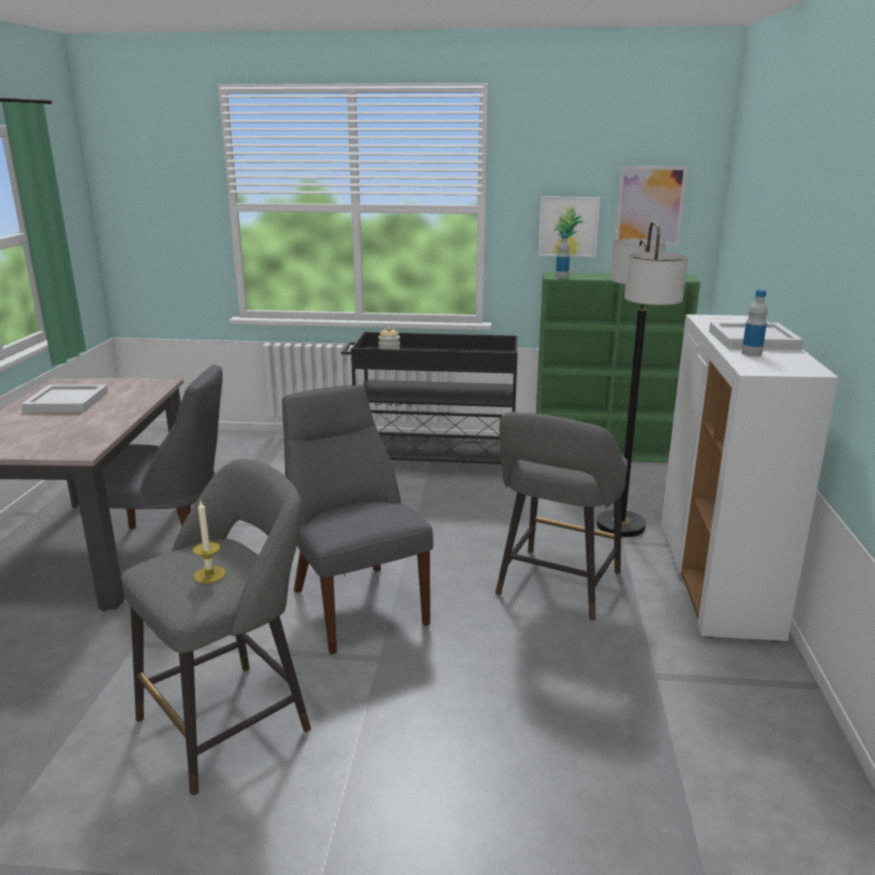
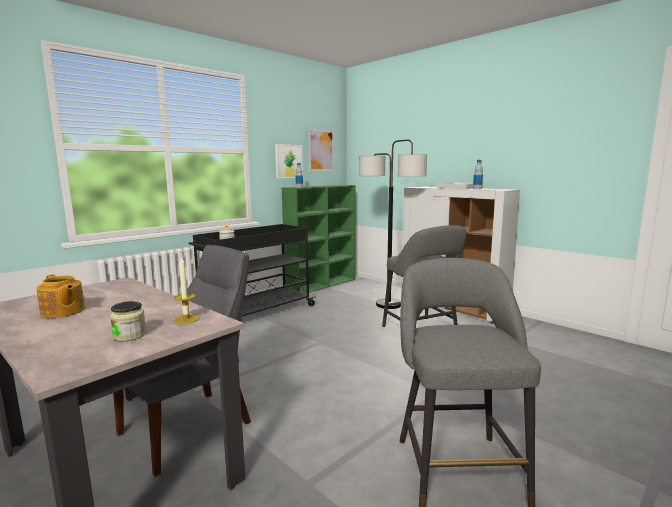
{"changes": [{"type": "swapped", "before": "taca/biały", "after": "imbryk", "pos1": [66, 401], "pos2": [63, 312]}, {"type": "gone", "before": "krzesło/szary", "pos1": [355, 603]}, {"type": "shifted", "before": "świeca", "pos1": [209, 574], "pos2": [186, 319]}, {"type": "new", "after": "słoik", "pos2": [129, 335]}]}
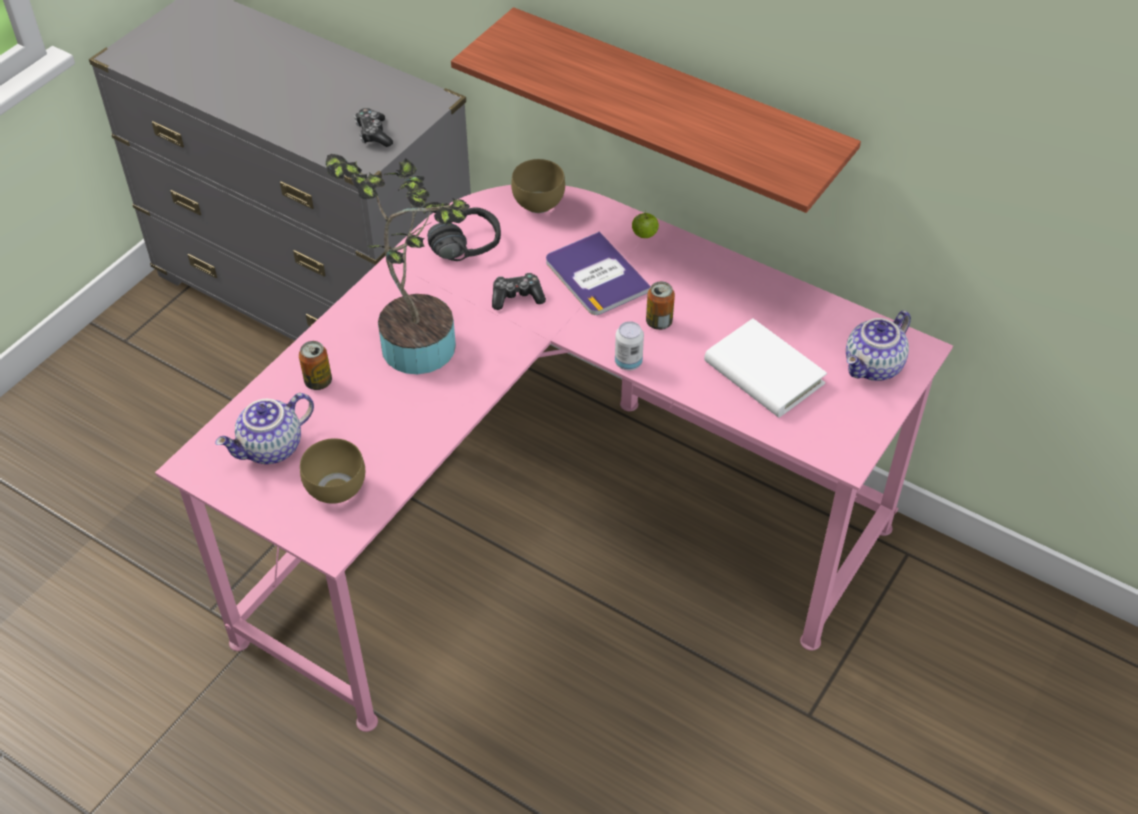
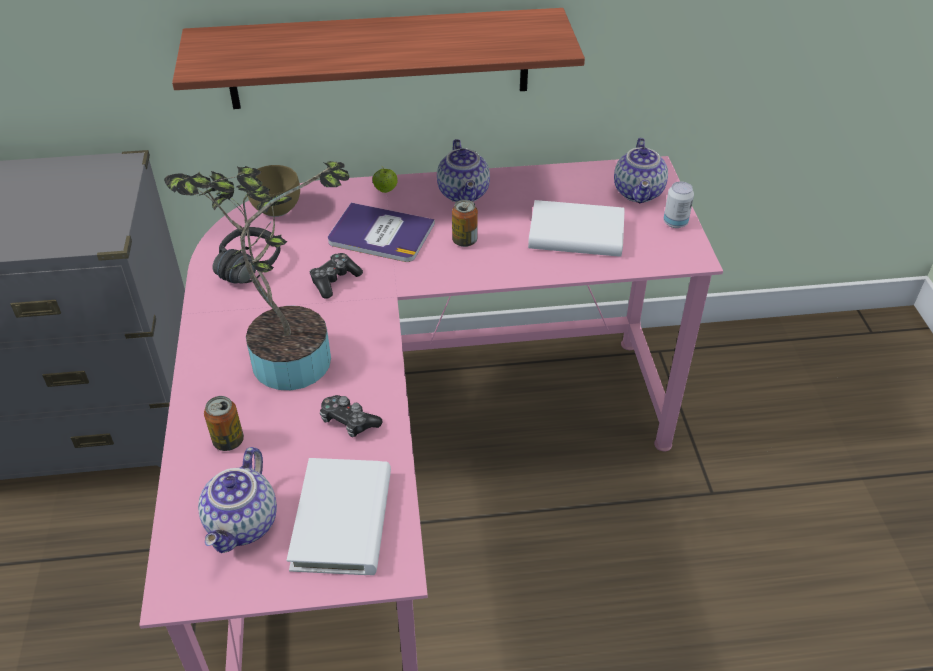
{"changes": [{"type": "shifted", "before": "pad do gier", "pos1": [373, 134], "pos2": [348, 421]}, {"type": "shifted", "before": "puszka", "pos1": [628, 362], "pos2": [675, 222]}, {"type": "swapped", "before": "miska/brązowy", "after": "książka/biały", "pos1": [333, 489], "pos2": [342, 520]}, {"type": "new", "after": "imbryk", "pos2": [464, 194]}]}
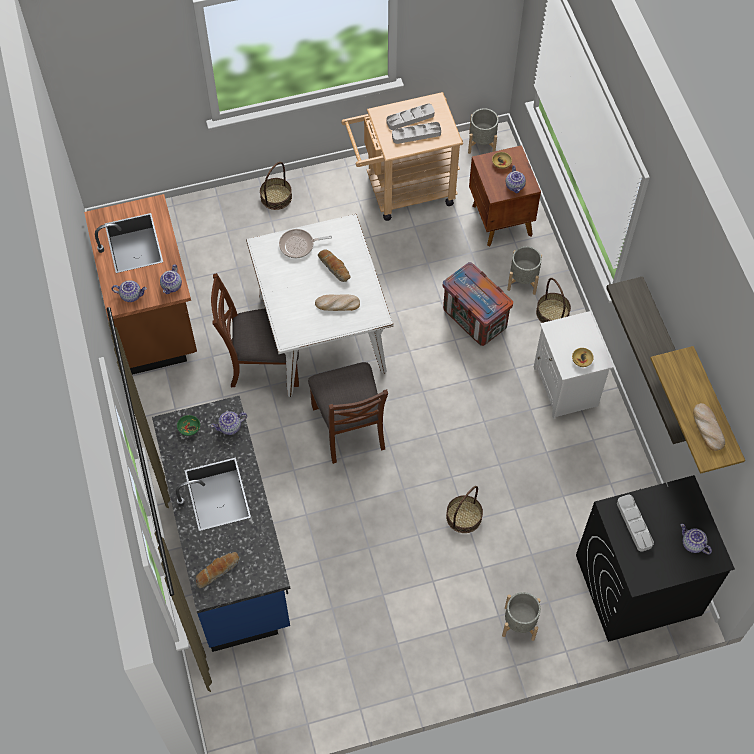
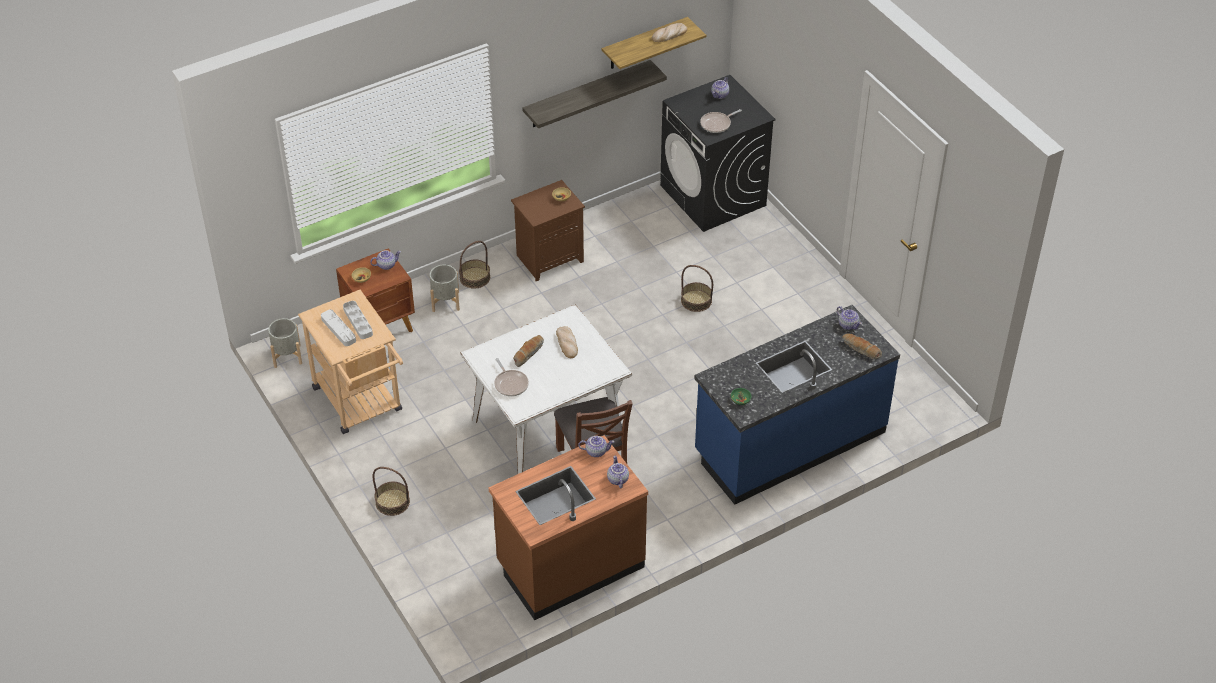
{"changes": [{"type": "gone", "before": "skrzynka", "pos1": [475, 319]}, {"type": "repainted", "before": "szafka nocna/biały", "after": "szafka nocna/brązowy", "pos1": [567, 388], "pos2": [550, 258]}, {"type": "gone", "before": "krzesło/brązowy", "pos1": [349, 427]}, {"type": "shifted", "before": "imbryk", "pos1": [230, 427], "pos2": [848, 324]}, {"type": "swapped", "before": "taca/szary", "after": "patelnia", "pos1": [634, 524], "pos2": [717, 124]}, {"type": "gone", "before": "donica/szary", "pos1": [519, 623]}]}
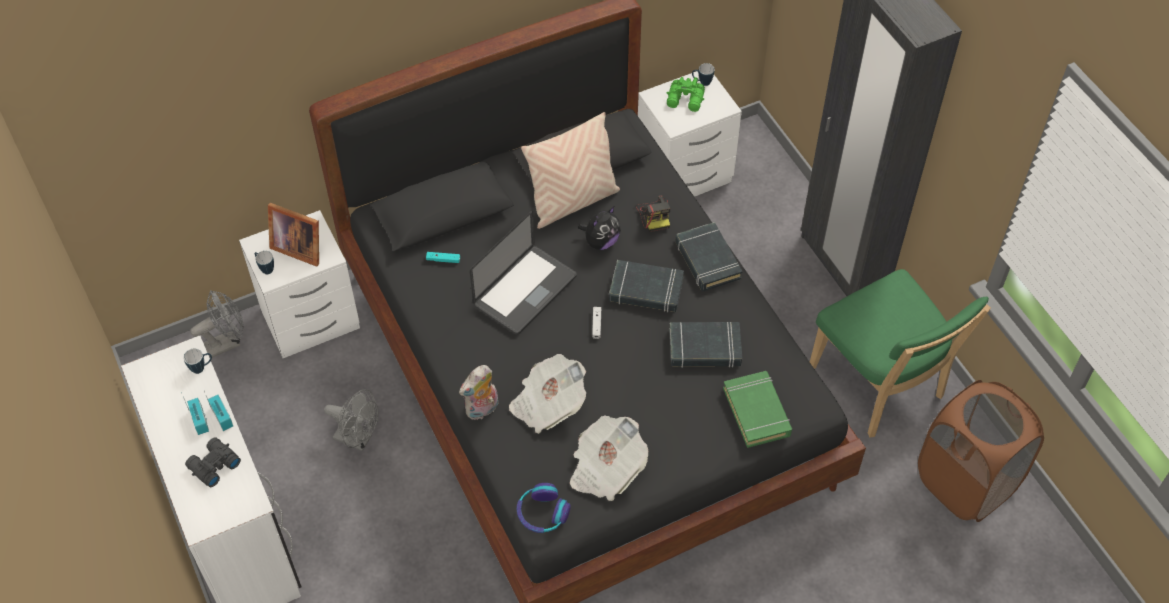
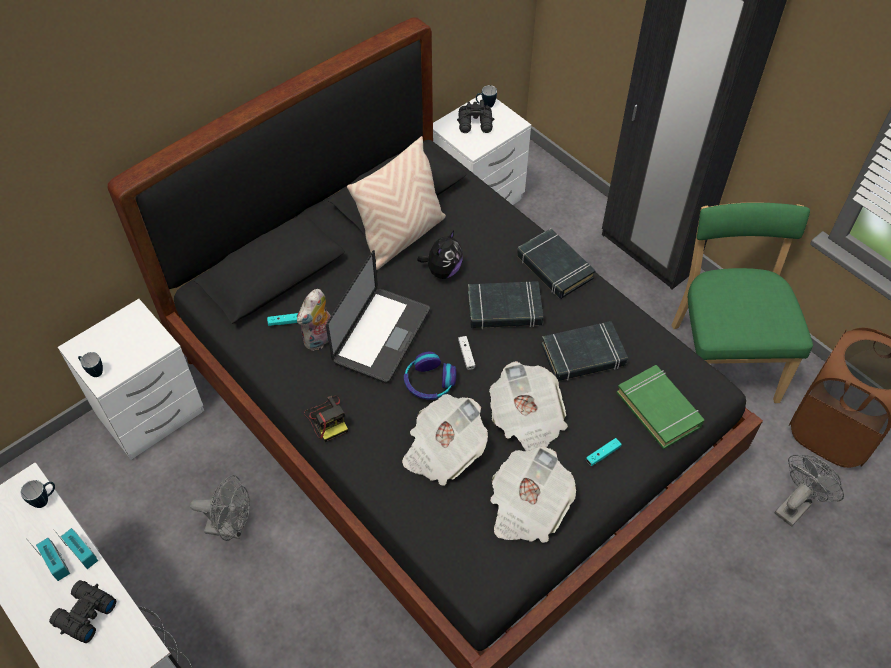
{"changes": [{"type": "repainted", "before": "lornetka/zielony", "after": "lornetka/czarny", "pos1": [686, 100], "pos2": [476, 124]}, {"type": "shifted", "before": "aparat fotograficzny", "pos1": [654, 215], "pos2": [327, 419]}, {"type": "gone", "before": "ramka na zdjęcie", "pos1": [298, 247]}, {"type": "rotated", "before": "krzesło/zielony", "pos1": [880, 387], "pos2": [722, 357], "turn": -135}, {"type": "shifted", "before": "wentylator/szary", "pos1": [227, 342], "pos2": [795, 504]}, {"type": "shifted", "before": "pluszak", "pos1": [482, 410], "pos2": [320, 339]}, {"type": "shifted", "before": "słuchawki", "pos1": [542, 513], "pos2": [429, 382]}, {"type": "new", "after": "gazeta", "pos2": [527, 420]}, {"type": "new", "after": "pad do gier/turkusowy", "pos2": [602, 454]}]}
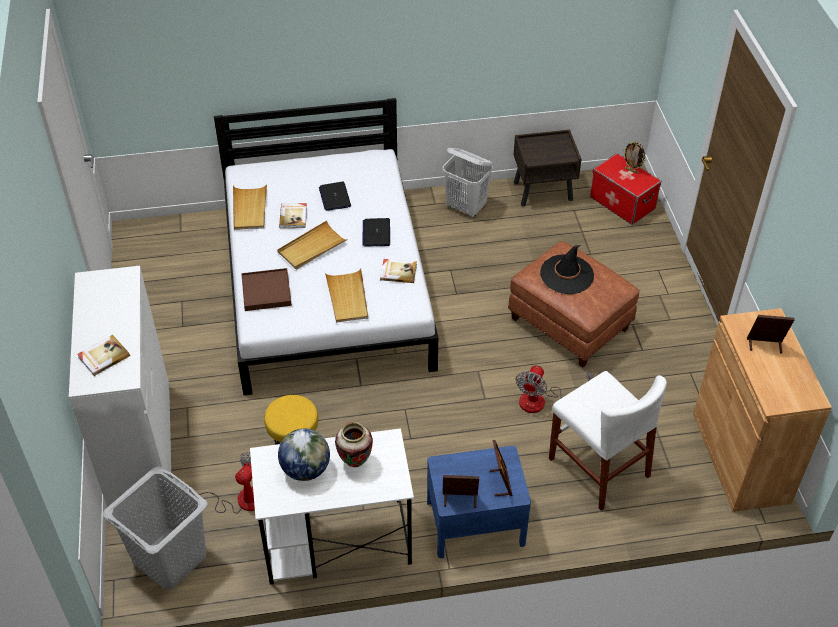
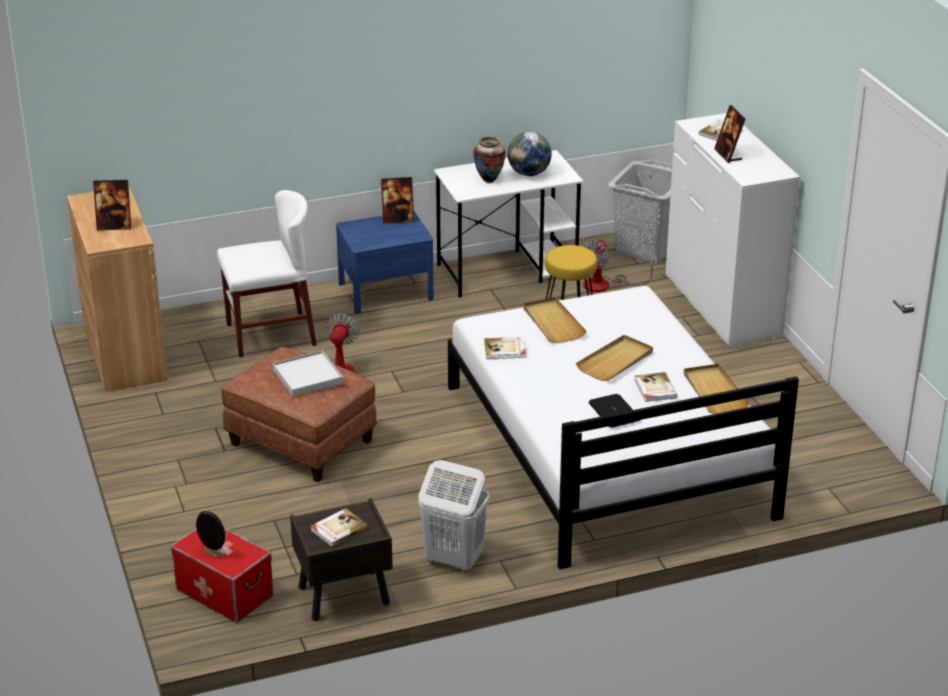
{"changes": [{"type": "gone", "before": "laptop", "pos1": [376, 233]}, {"type": "swapped", "before": "kapelusz/czarny", "after": "taca/biały", "pos1": [567, 274], "pos2": [308, 376]}, {"type": "gone", "before": "taca/brązowy", "pos1": [266, 292]}, {"type": "rotated", "before": "krzesło/biały", "pos1": [598, 467], "pos2": [270, 334], "turn": 120}, {"type": "shifted", "before": "ramka na zdjęcie", "pos1": [500, 482], "pos2": [728, 155]}, {"type": "new", "after": "książka", "pos2": [338, 529]}]}
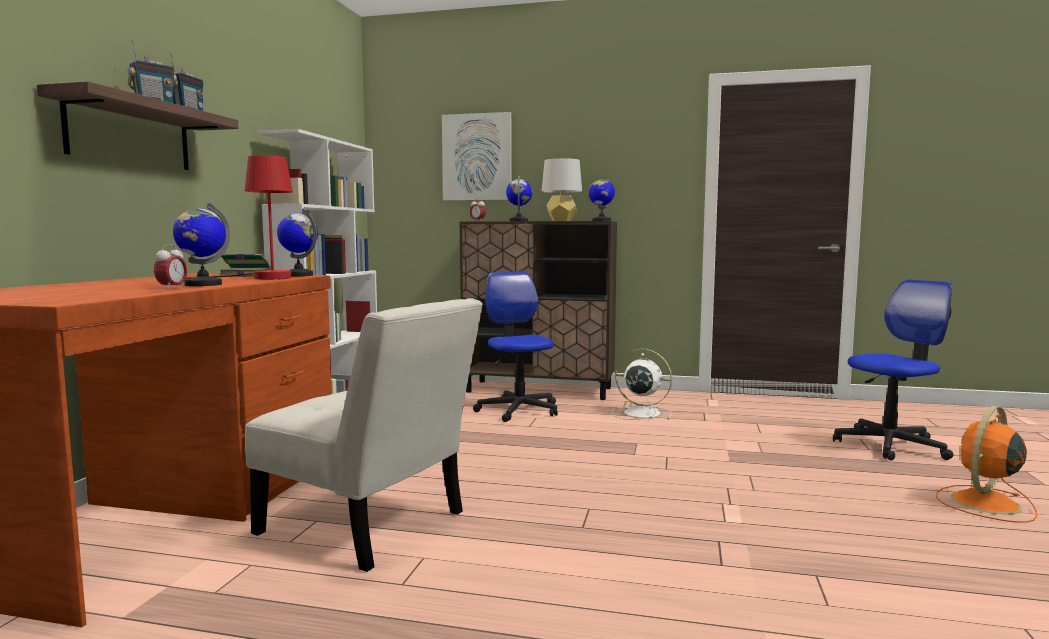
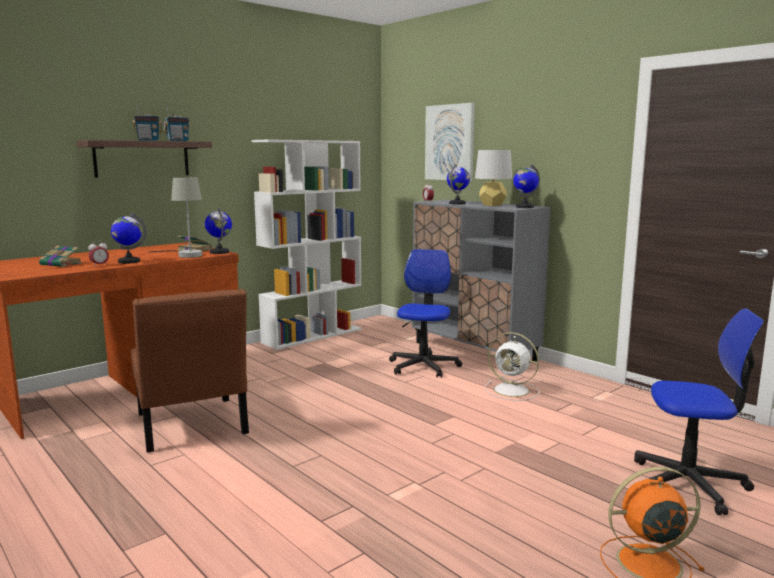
{"changes": [{"type": "repainted", "before": "lampa stołowa/czerwony", "after": "lampa stołowa/szary", "pos1": [261, 278], "pos2": [186, 255]}, {"type": "repainted", "before": "szafka/brązowy", "after": "szafka/szary", "pos1": [539, 390], "pos2": [474, 351]}, {"type": "repainted", "before": "krzesło/biały", "after": "krzesło/brązowy", "pos1": [370, 526], "pos2": [192, 427]}, {"type": "rotated", "before": "wentylator/biały", "pos1": [640, 413], "pos2": [513, 390], "turn": 150}, {"type": "new", "after": "książka", "pos2": [61, 264]}]}
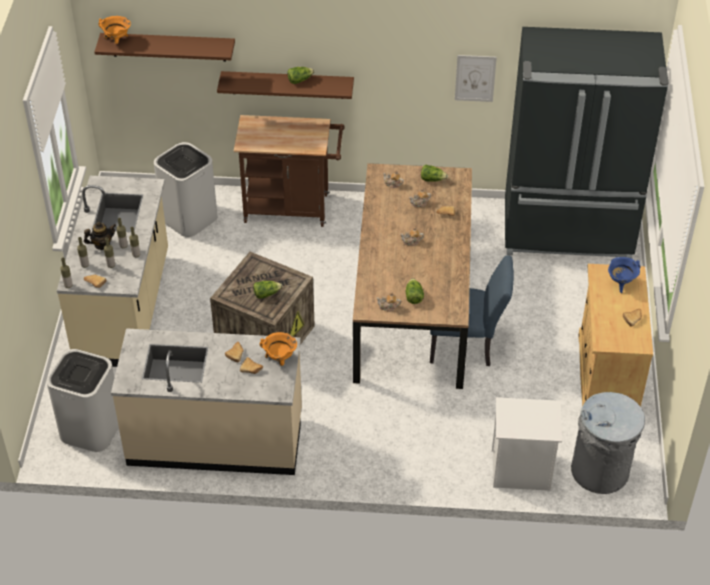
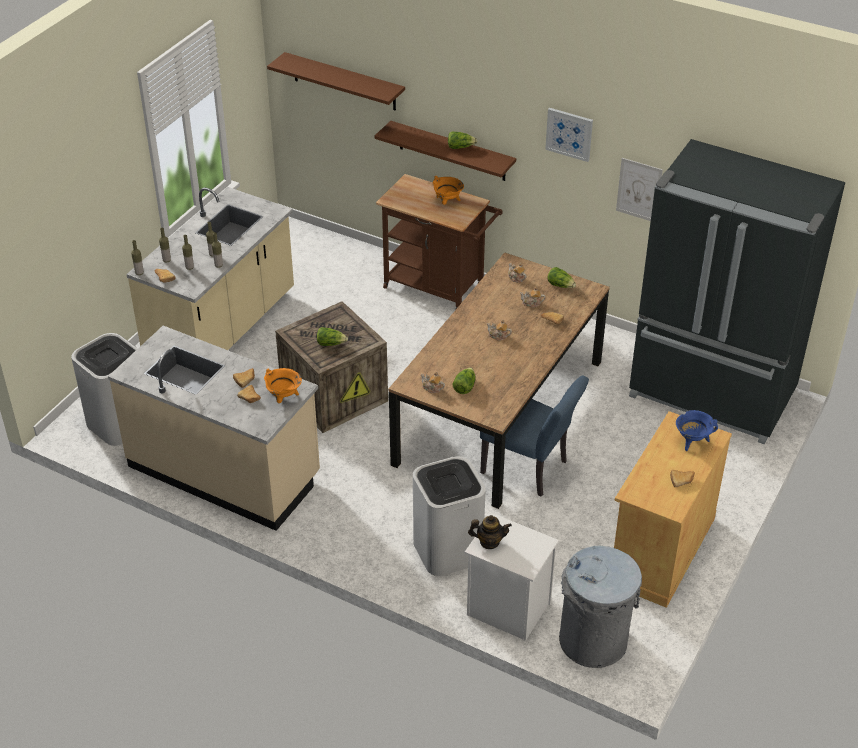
{"changes": [{"type": "shifted", "before": "garnek/pomarańczowy", "pos1": [117, 41], "pos2": [447, 202]}, {"type": "shifted", "before": "kosz na śmieci/biały", "pos1": [189, 218], "pos2": [447, 550]}, {"type": "shifted", "before": "imbryk", "pos1": [102, 244], "pos2": [489, 542]}, {"type": "new", "after": "obraz", "pos2": [569, 134]}]}
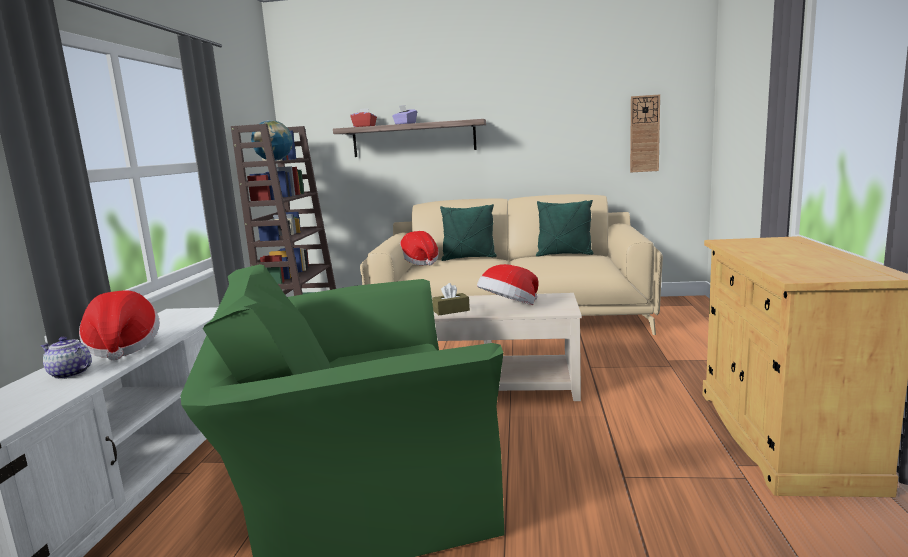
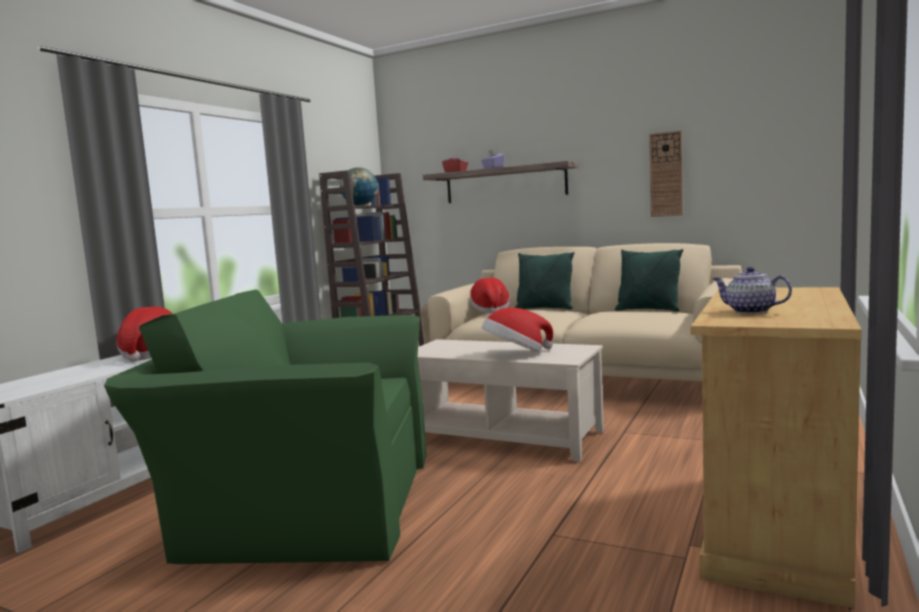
{"changes": [{"type": "shifted", "before": "zegar ścienny", "pos1": [644, 134], "pos2": [666, 174]}, {"type": "gone", "before": "pudełko chusteczek/brązowy", "pos1": [451, 311]}, {"type": "shifted", "before": "imbryk", "pos1": [69, 374], "pos2": [749, 311]}]}
